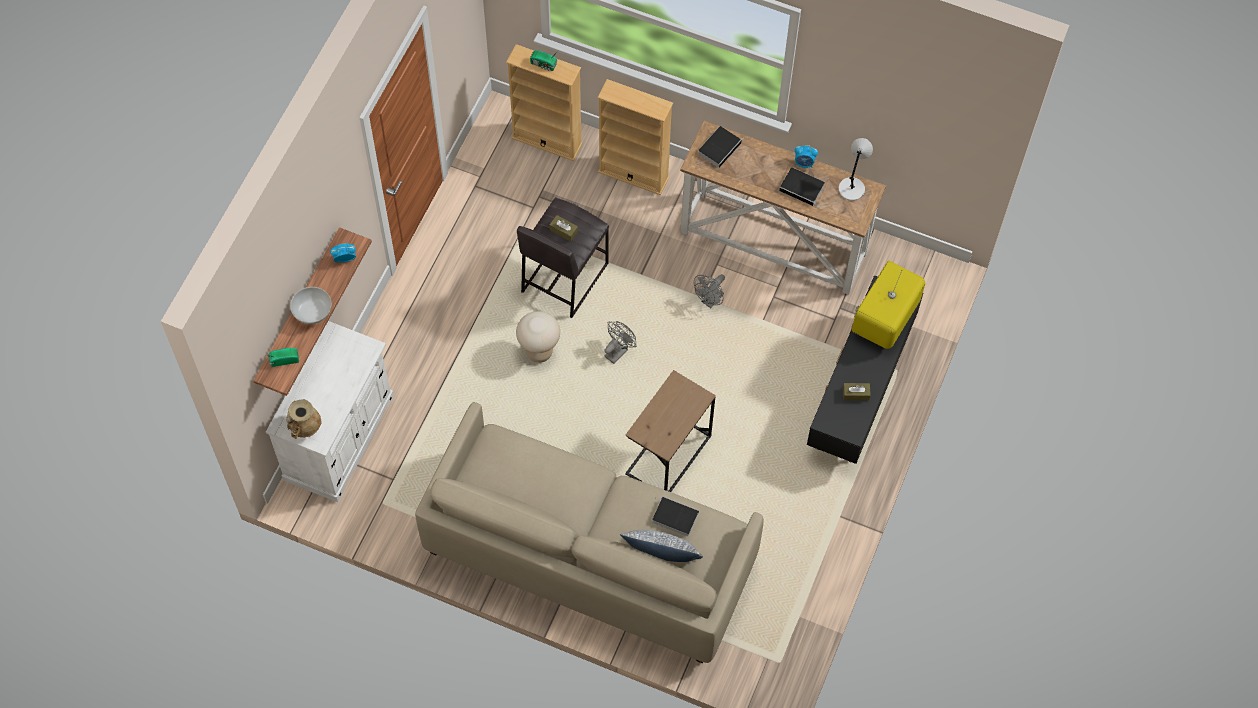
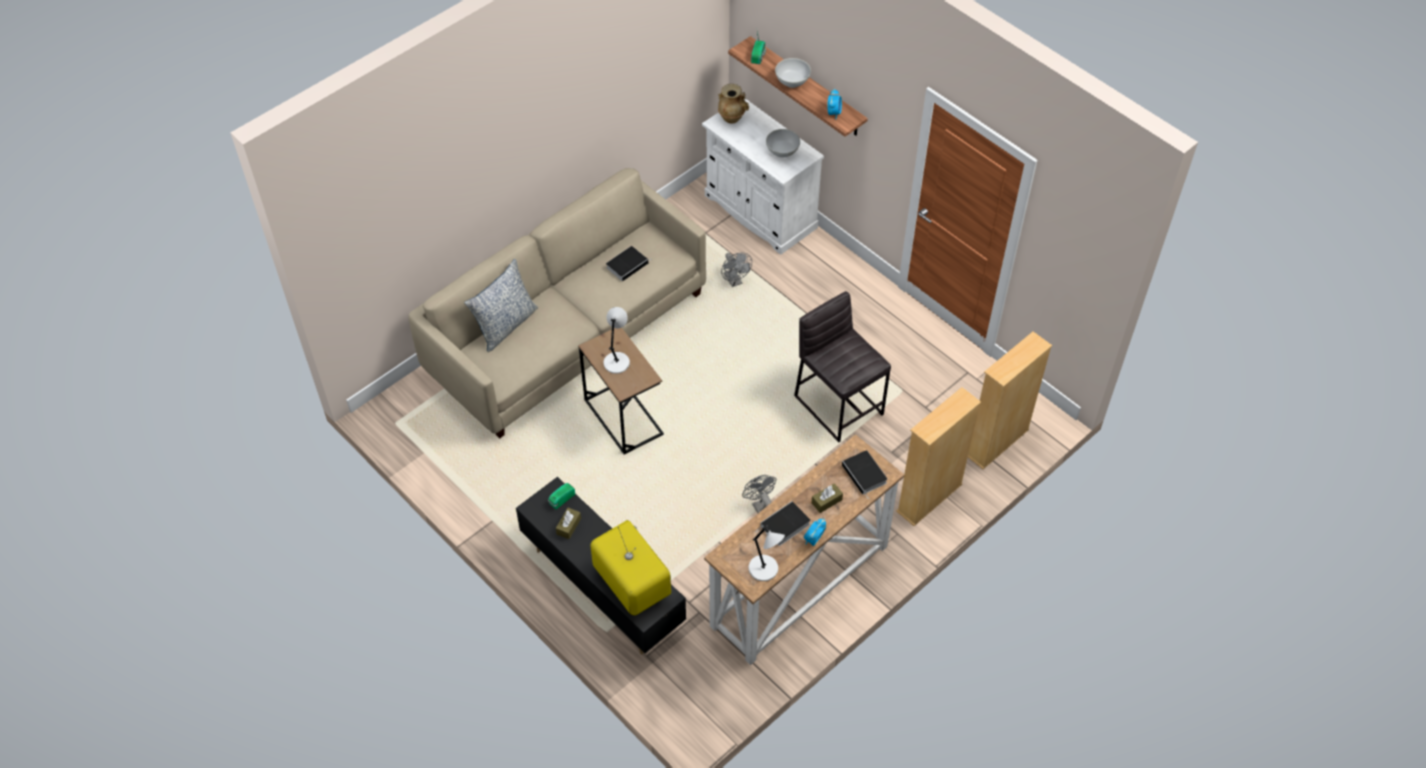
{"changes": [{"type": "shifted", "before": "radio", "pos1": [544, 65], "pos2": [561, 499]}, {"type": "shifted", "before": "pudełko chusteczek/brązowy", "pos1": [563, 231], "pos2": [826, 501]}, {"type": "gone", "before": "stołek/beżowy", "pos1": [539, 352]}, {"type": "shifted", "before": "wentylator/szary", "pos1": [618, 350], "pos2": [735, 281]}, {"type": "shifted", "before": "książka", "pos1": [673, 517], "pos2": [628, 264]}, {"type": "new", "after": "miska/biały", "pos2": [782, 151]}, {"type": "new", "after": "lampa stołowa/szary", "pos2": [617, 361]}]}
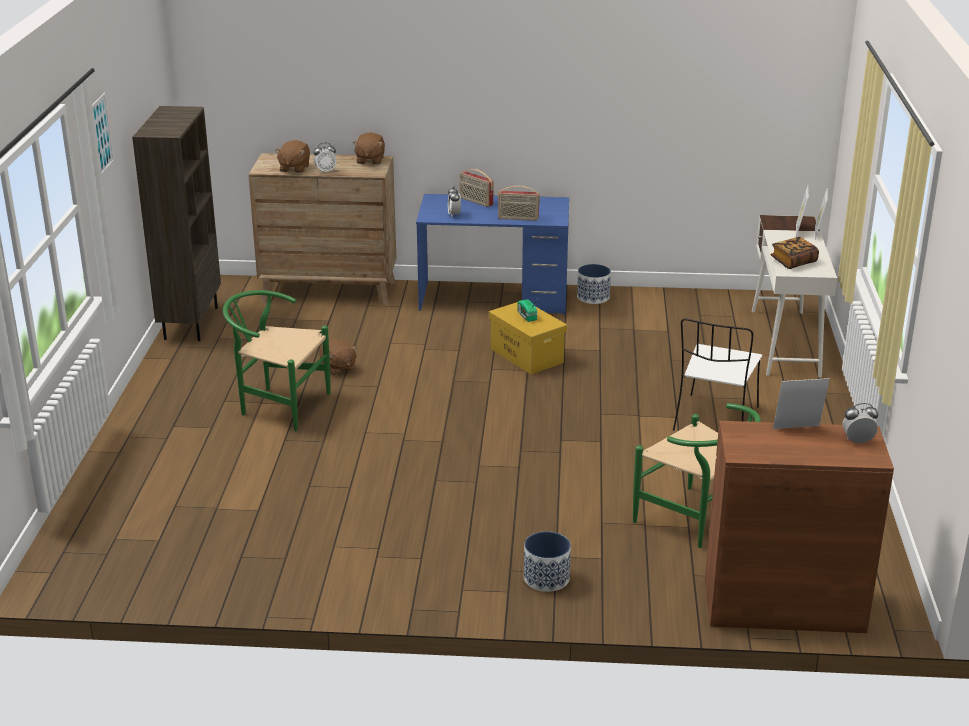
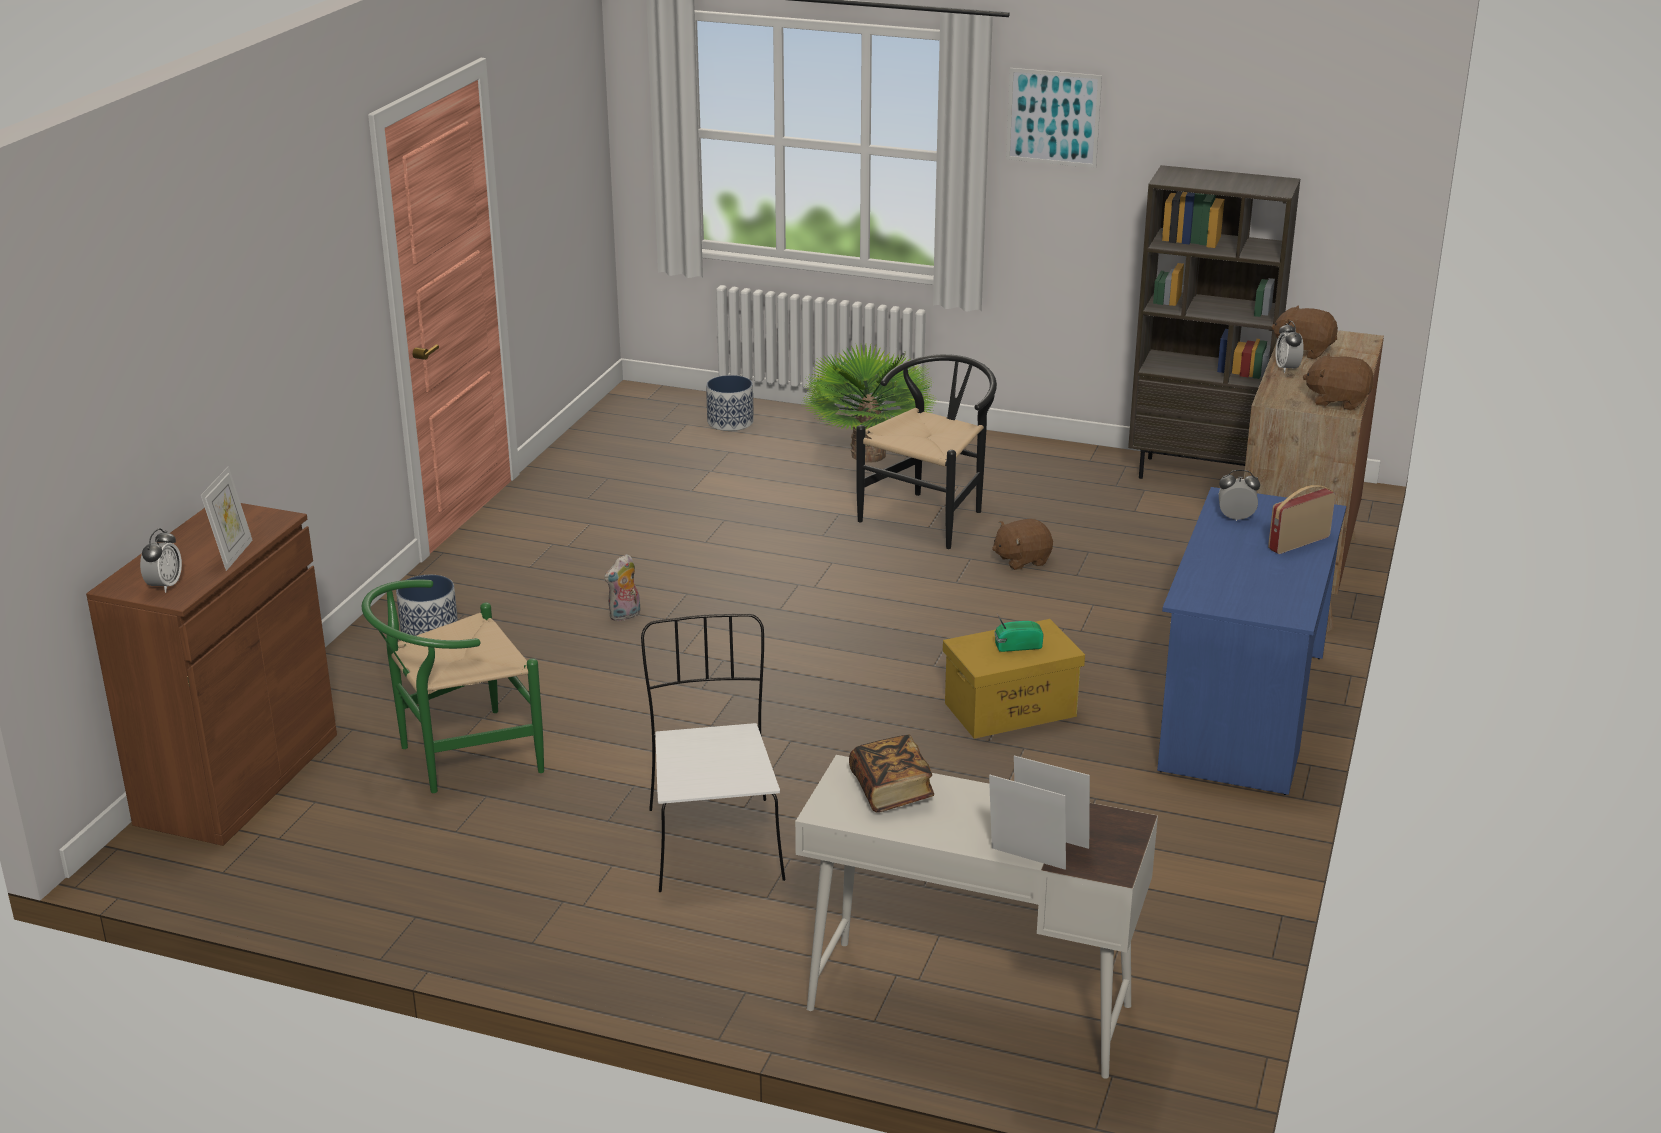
{"changes": [{"type": "gone", "before": "radio", "pos1": [518, 218]}, {"type": "shifted", "before": "donica", "pos1": [593, 297], "pos2": [730, 422]}, {"type": "repainted", "before": "krzesło/zielony", "after": "krzesło/czarny", "pos1": [278, 405], "pos2": [931, 515]}, {"type": "rotated", "before": "krzesło/biały", "pos1": [715, 420], "pos2": [714, 842], "turn": 45}, {"type": "new", "after": "roślina doniczkowa", "pos2": [868, 455]}, {"type": "new", "after": "pluszak", "pos2": [625, 616]}]}
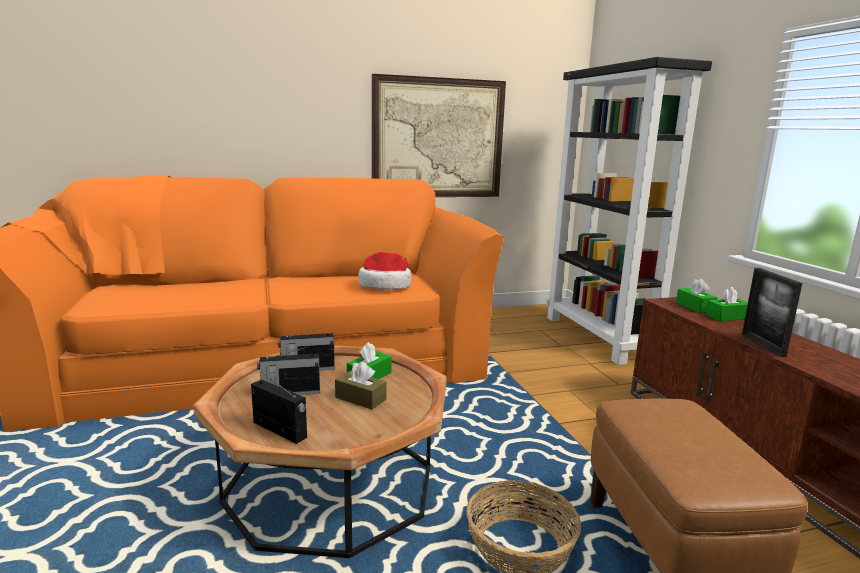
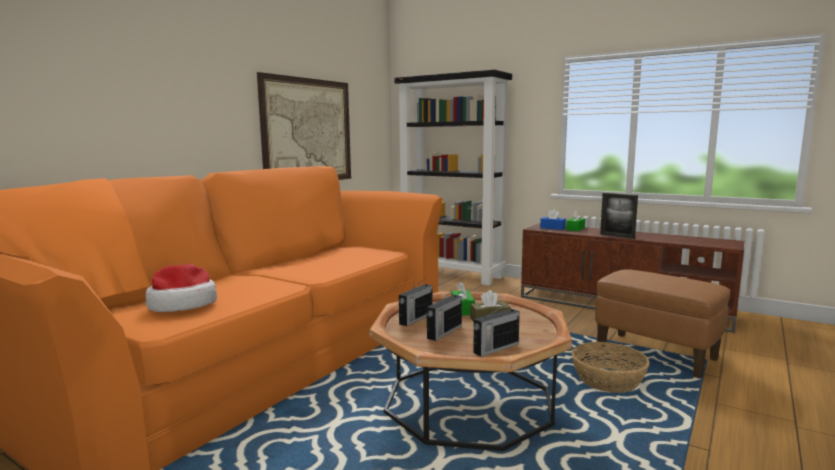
{"changes": [{"type": "shifted", "before": "kapelusz", "pos1": [385, 285], "pos2": [182, 305]}, {"type": "repainted", "before": "pudełko chusteczek/zielony", "after": "pudełko chusteczek/niebieski", "pos1": [694, 307], "pos2": [552, 228]}, {"type": "rotated", "before": "radio", "pos1": [280, 430], "pos2": [495, 348], "turn": 150}]}
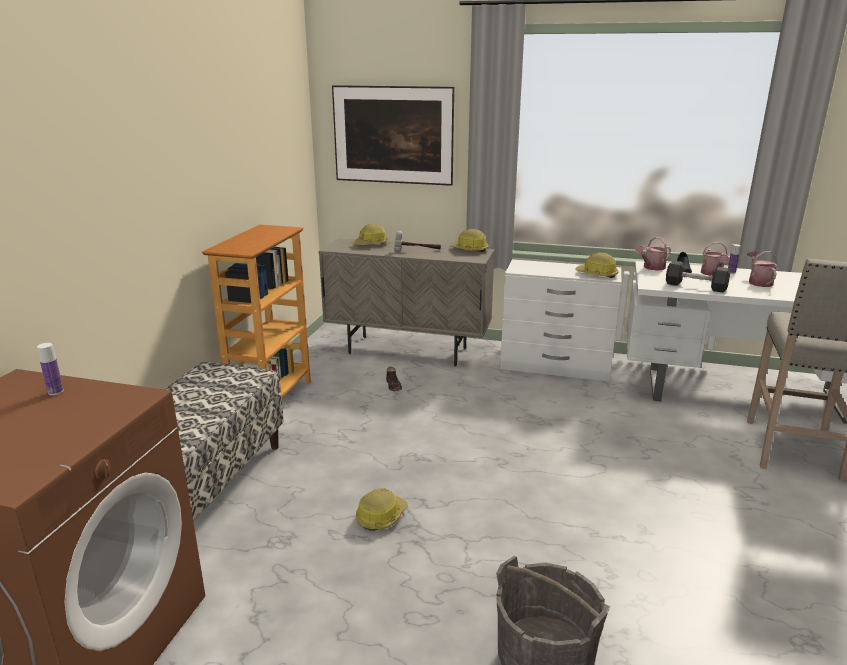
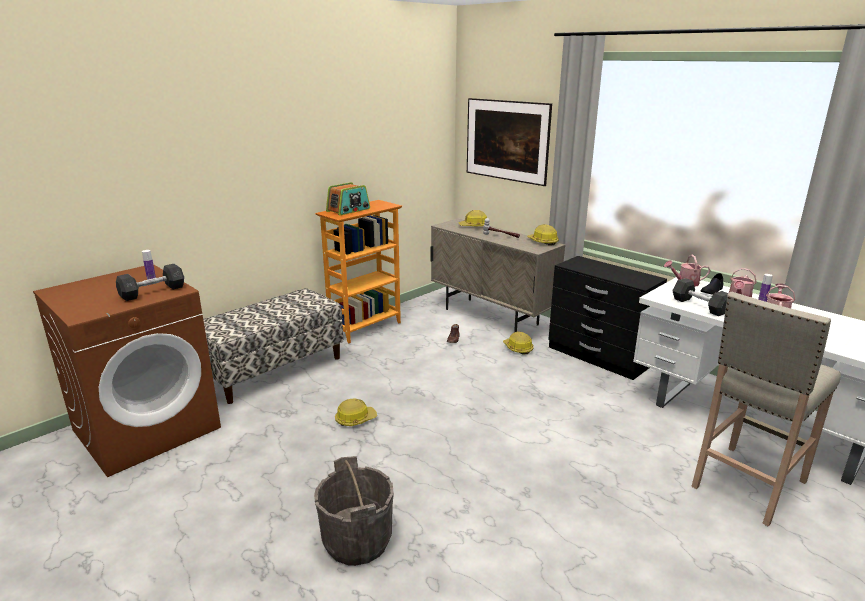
{"changes": [{"type": "shifted", "before": "kask", "pos1": [597, 274], "pos2": [518, 348]}, {"type": "repainted", "before": "komoda/biały", "after": "komoda/czarny", "pos1": [556, 366], "pos2": [598, 357]}, {"type": "new", "after": "radio", "pos2": [348, 210]}, {"type": "new", "after": "hantel/szary", "pos2": [152, 292]}]}
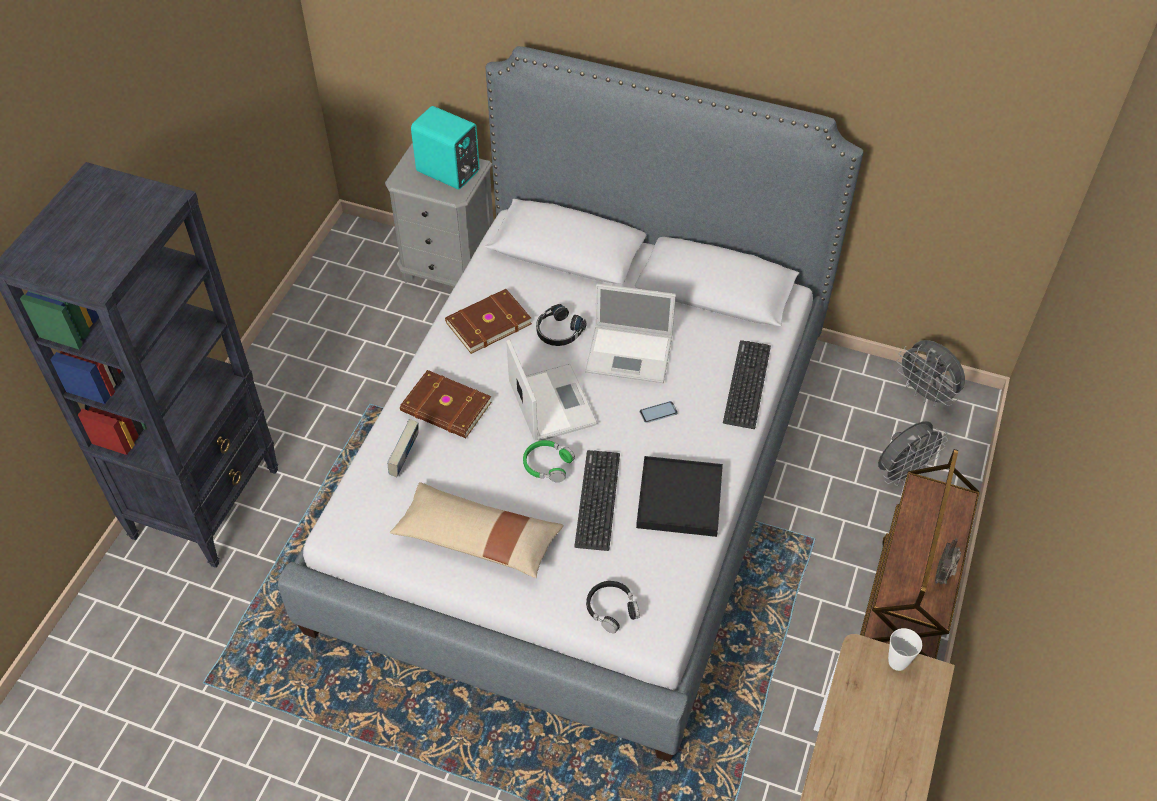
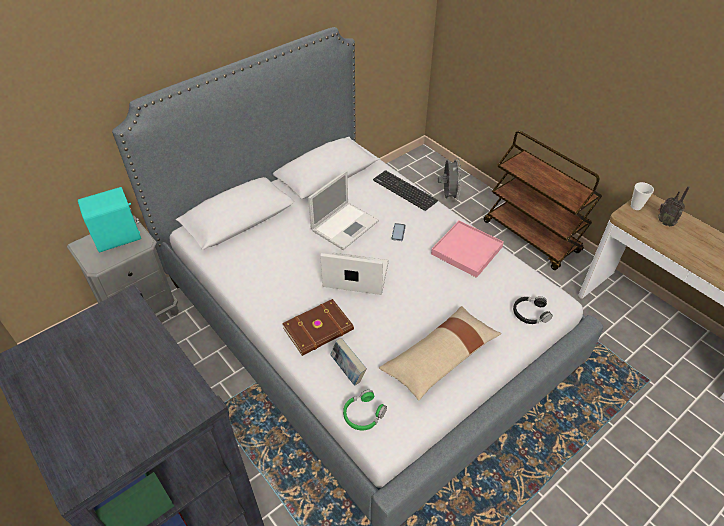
{"changes": [{"type": "gone", "before": "książka/brązowy", "pos1": [487, 322]}, {"type": "gone", "before": "słuchawki/czarny", "pos1": [558, 331]}, {"type": "gone", "before": "wentylator/szary", "pos1": [925, 394]}, {"type": "shifted", "before": "słuchawki/zielony", "pos1": [547, 465], "pos2": [363, 414]}, {"type": "gone", "before": "klawiatura", "pos1": [597, 500]}, {"type": "repainted", "before": "taca/czarny", "after": "taca/różowy", "pos1": [679, 499], "pos2": [466, 250]}, {"type": "shifted", "before": "radio", "pos1": [943, 576], "pos2": [665, 222]}]}
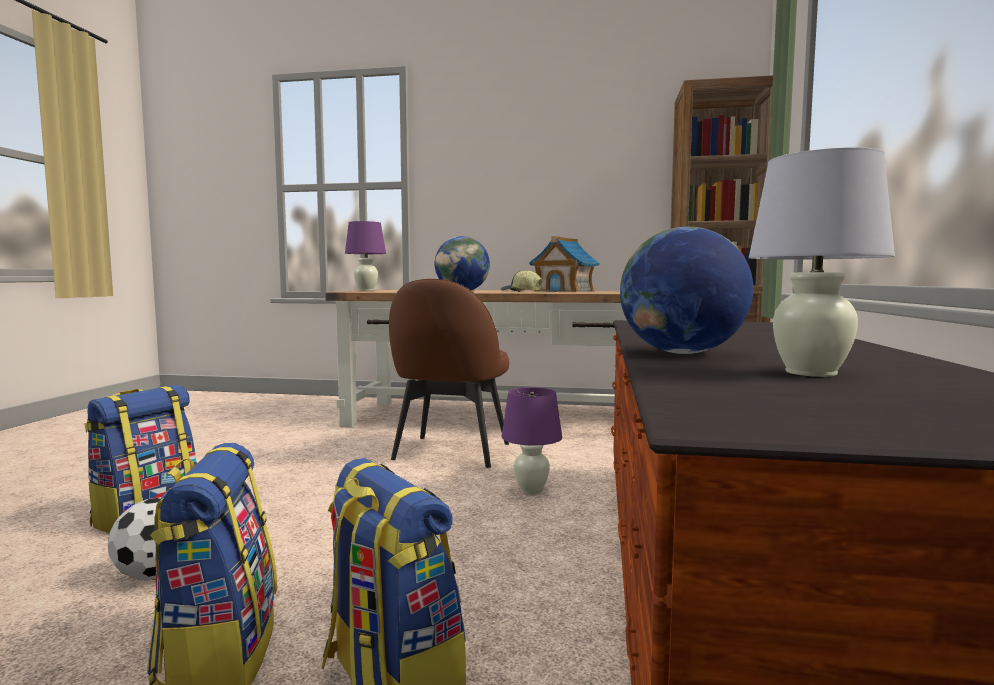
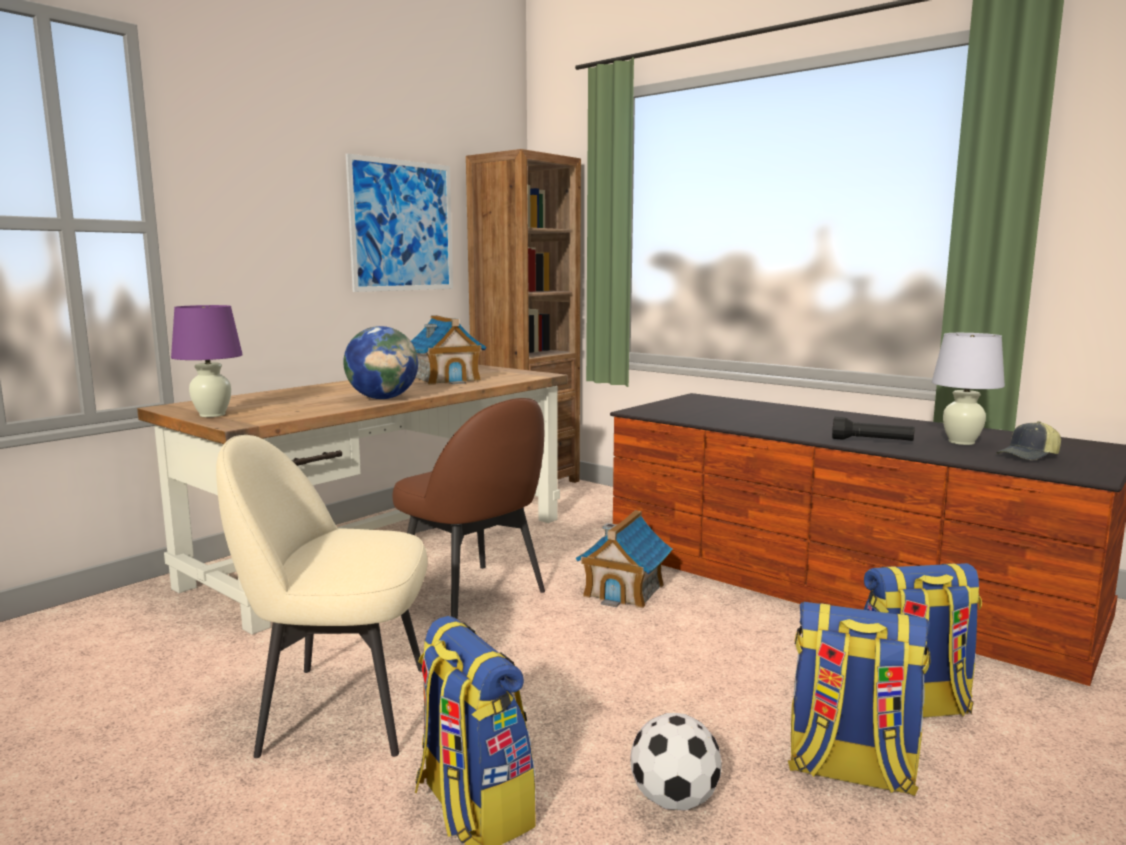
{"changes": [{"type": "swapped", "before": "globus", "after": "latarka/czarny", "pos1": [682, 353], "pos2": [872, 441]}, {"type": "shifted", "before": "czapka z daszkiem", "pos1": [520, 292], "pos2": [1029, 456]}, {"type": "swapped", "before": "lampa stołowa/fioletowy", "after": "domek", "pos1": [531, 490], "pos2": [624, 590]}, {"type": "new", "after": "obraz", "pos2": [402, 226]}, {"type": "new", "after": "krzesło/beżowy", "pos2": [340, 708]}]}
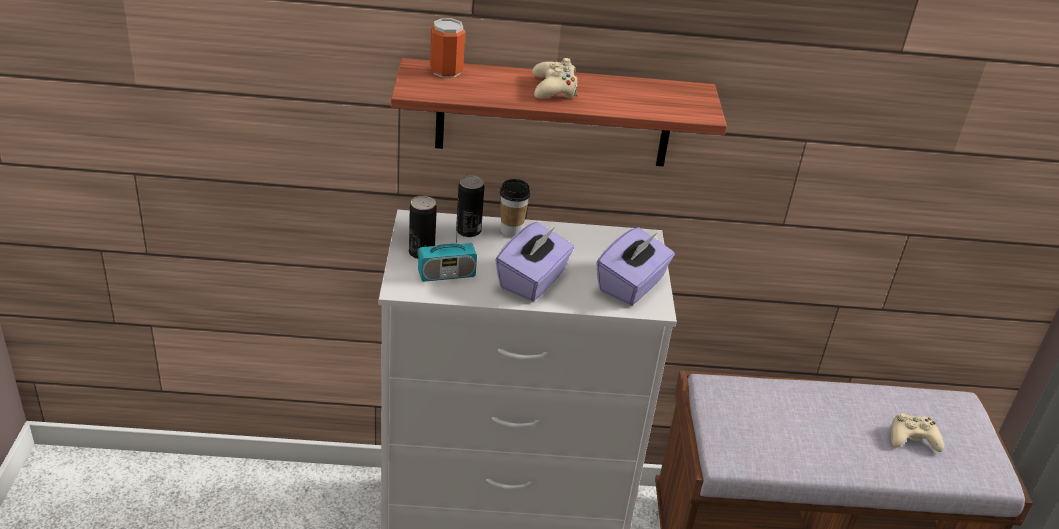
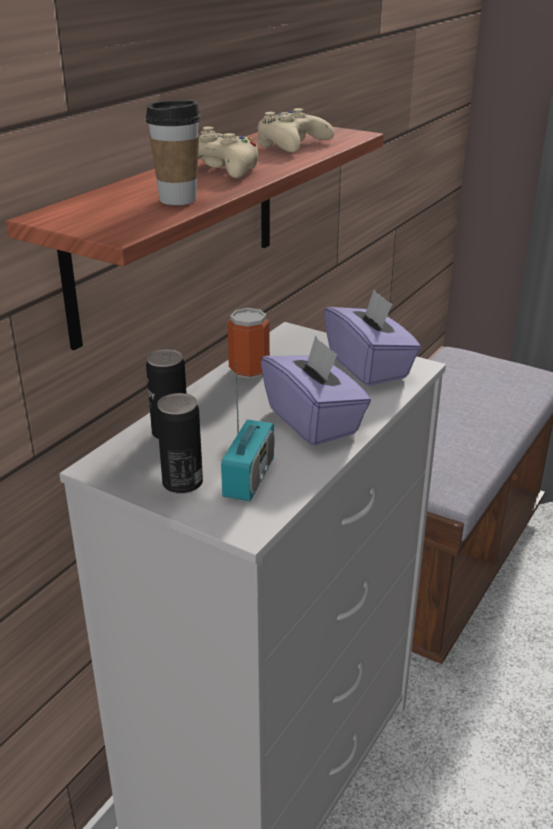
{"changes": [{"type": "shifted", "before": "puszka", "pos1": [446, 71], "pos2": [249, 370]}, {"type": "shifted", "before": "filiżanka", "pos1": [511, 230], "pos2": [178, 199]}, {"type": "shifted", "before": "pad do gier/beżowy", "pos1": [912, 438], "pos2": [292, 145]}]}
